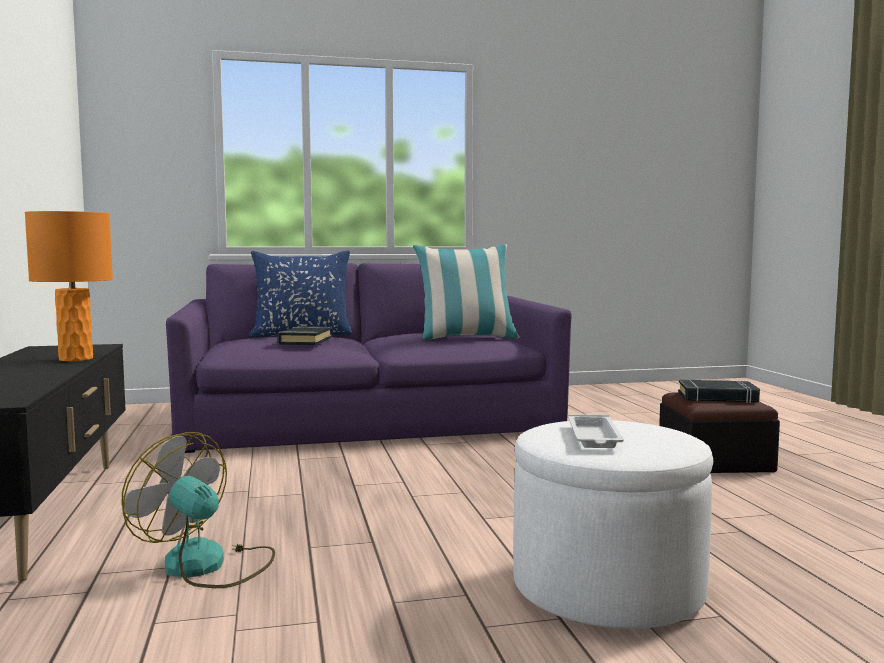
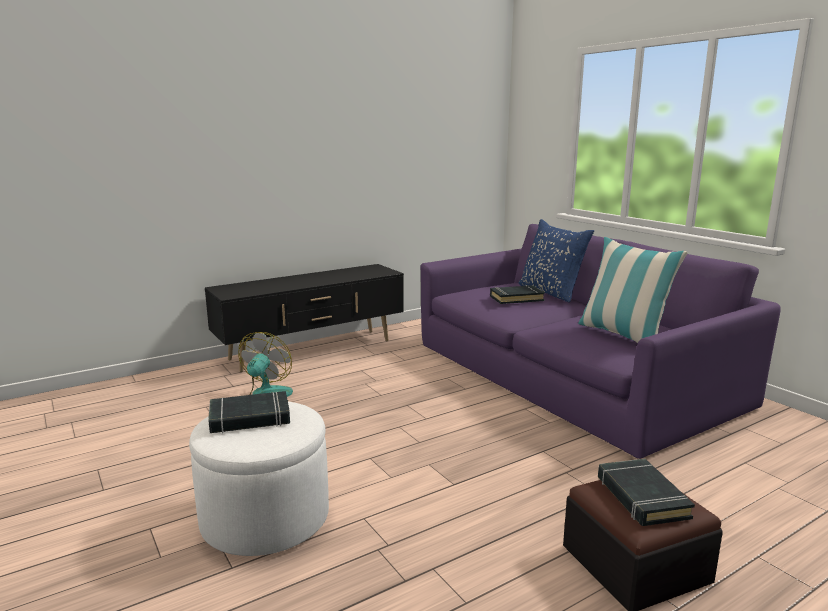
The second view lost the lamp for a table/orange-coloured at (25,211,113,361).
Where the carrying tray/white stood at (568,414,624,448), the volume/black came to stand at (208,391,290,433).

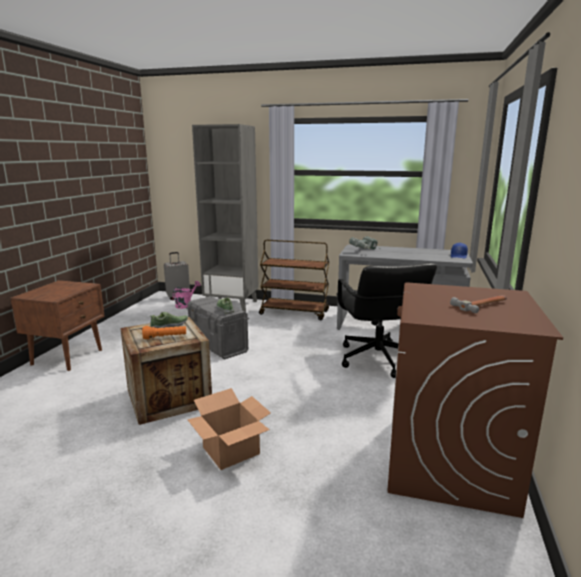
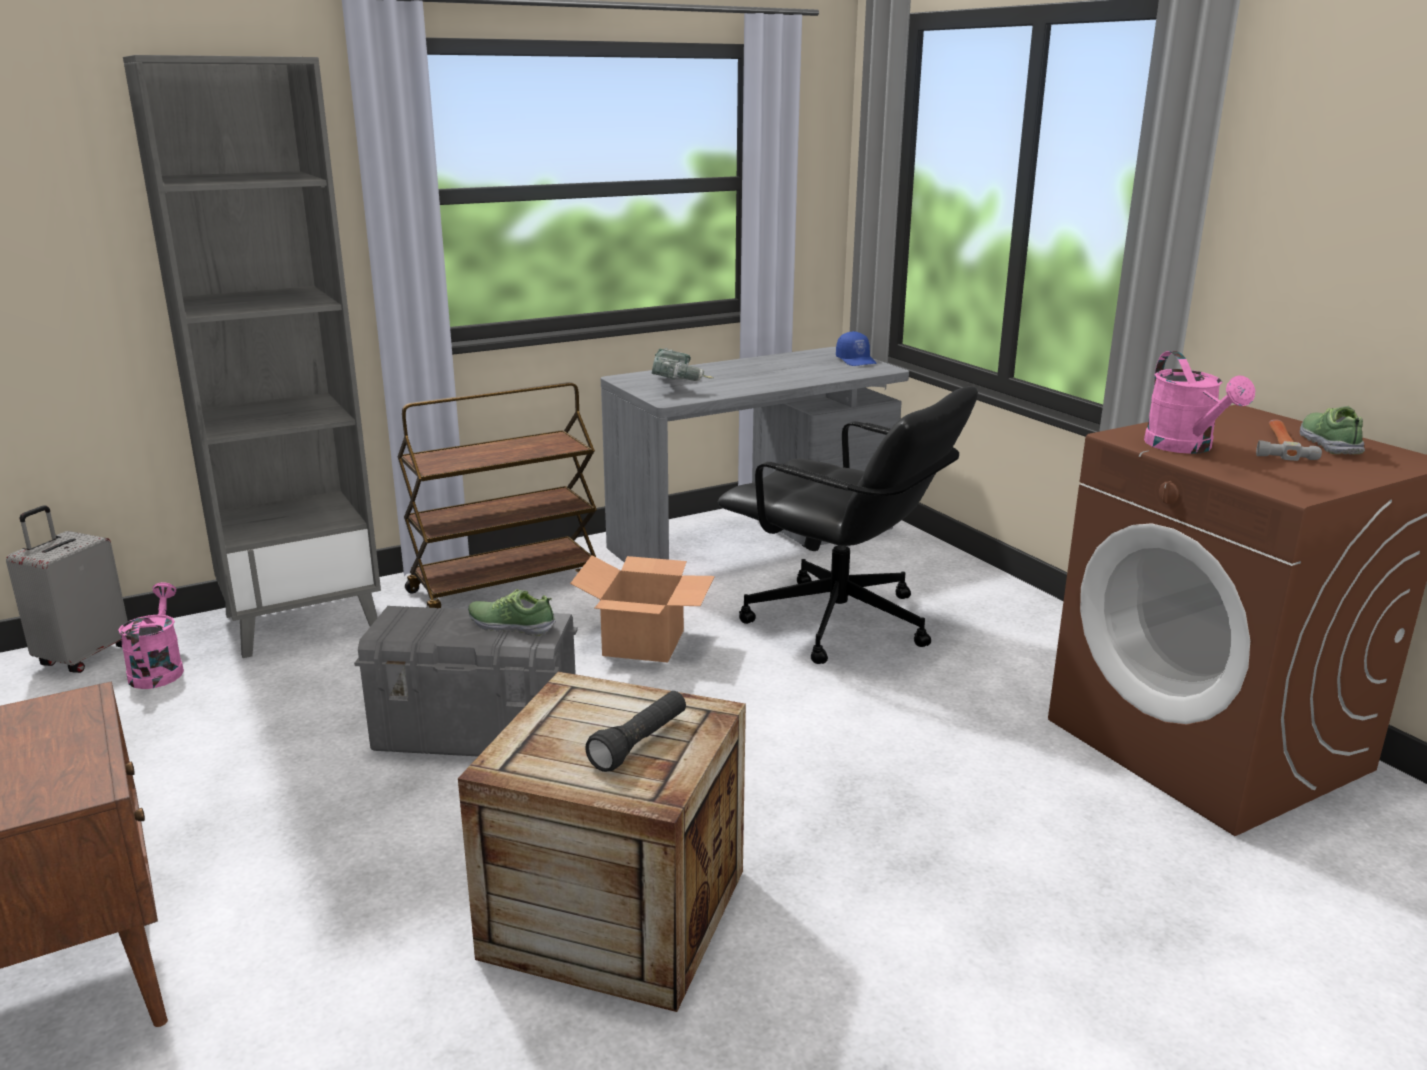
What was the hand torch/orange-coloured at (142,326,186,339) turned into the hand torch/black at (585,691,686,772).
The item of footwear ended up elsewhere, having gone from (150,312,188,328) to (1300,406,1365,454).
The packing box ended up elsewhere, having gone from (187,388,271,470) to (570,555,715,663).
The second view gained the sprinkling can/pinkish at (1144,351,1255,454).

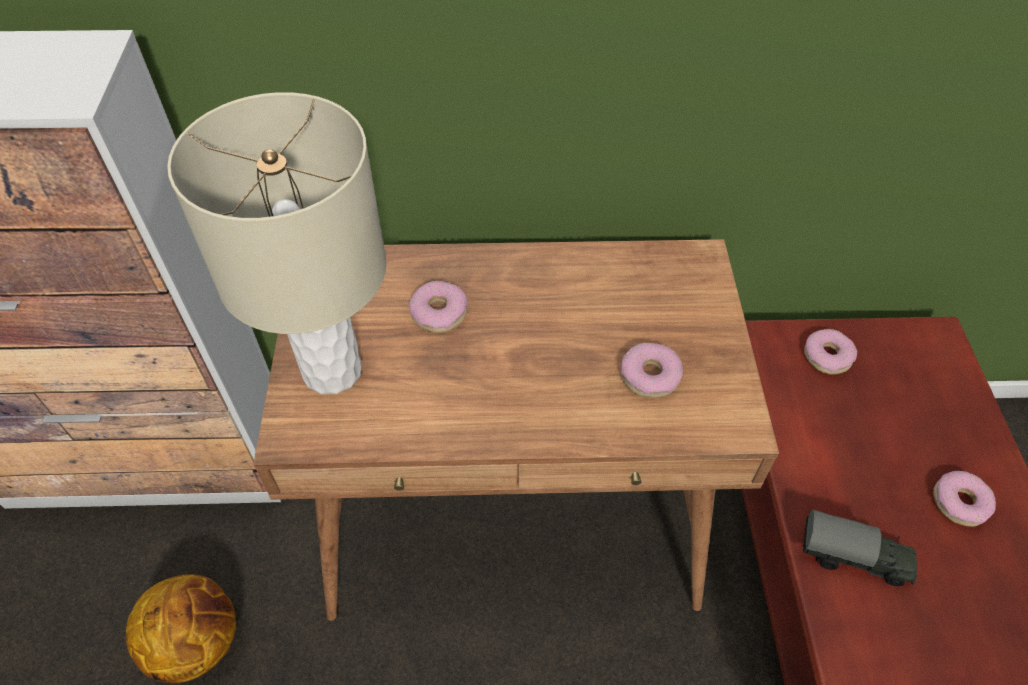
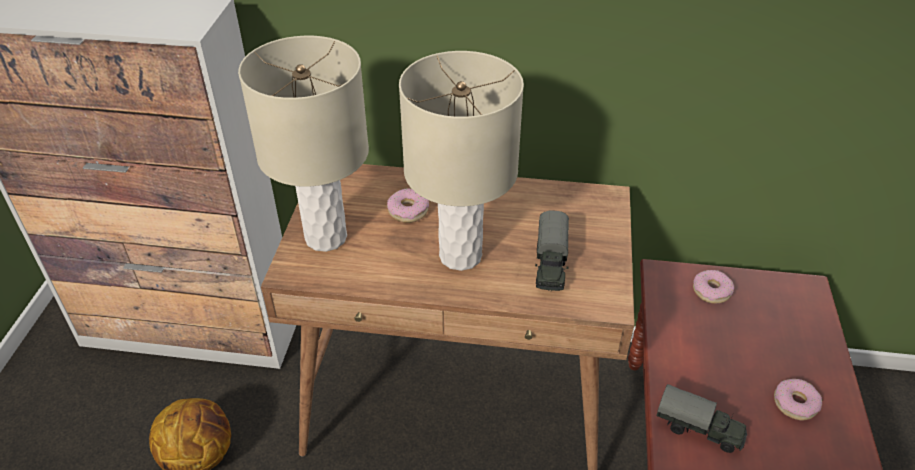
Where the ring doughnut stood at (621,342,683,398), the toy truck came to stand at (535,210,569,291).
The second view gained the lamp for a table/sand-coloured at (399,51,524,271).

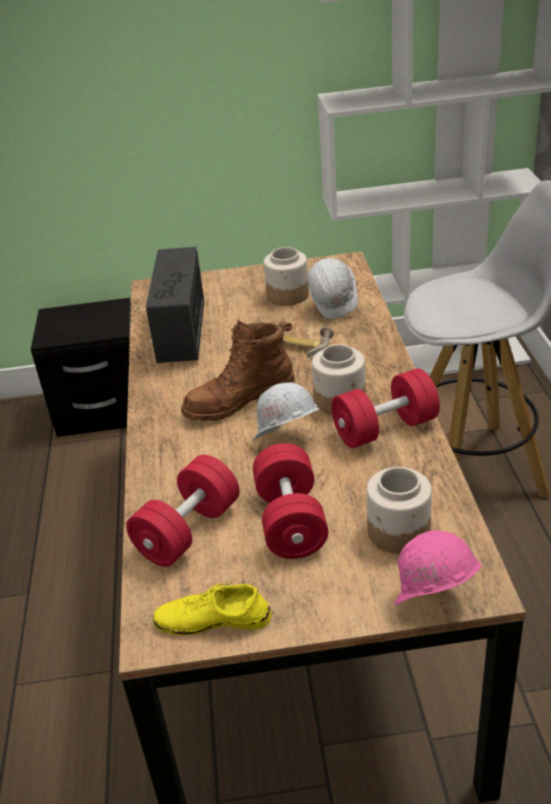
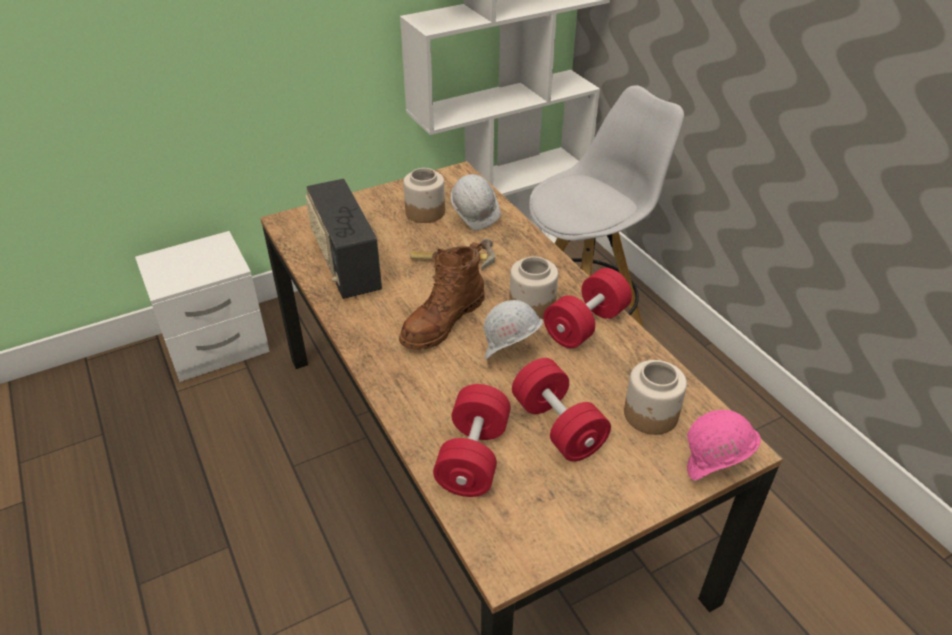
What was the bedside table/black at (31,298,131,437) turned into the bedside table/white at (135,231,270,382).
The second view lost the item of footwear/yellow at (153,581,272,636).

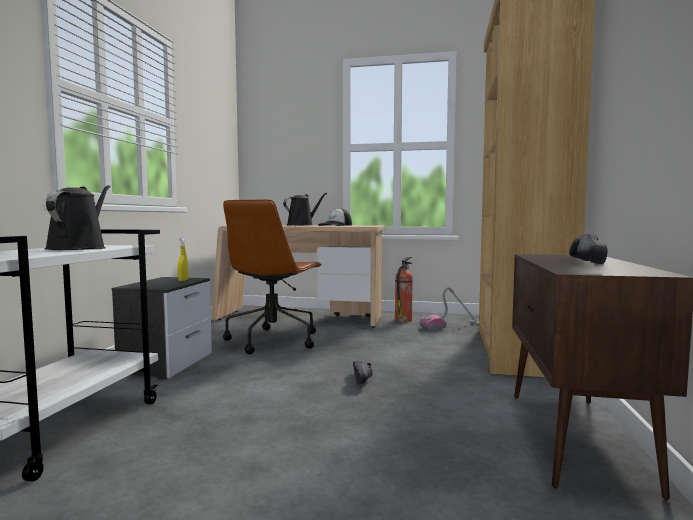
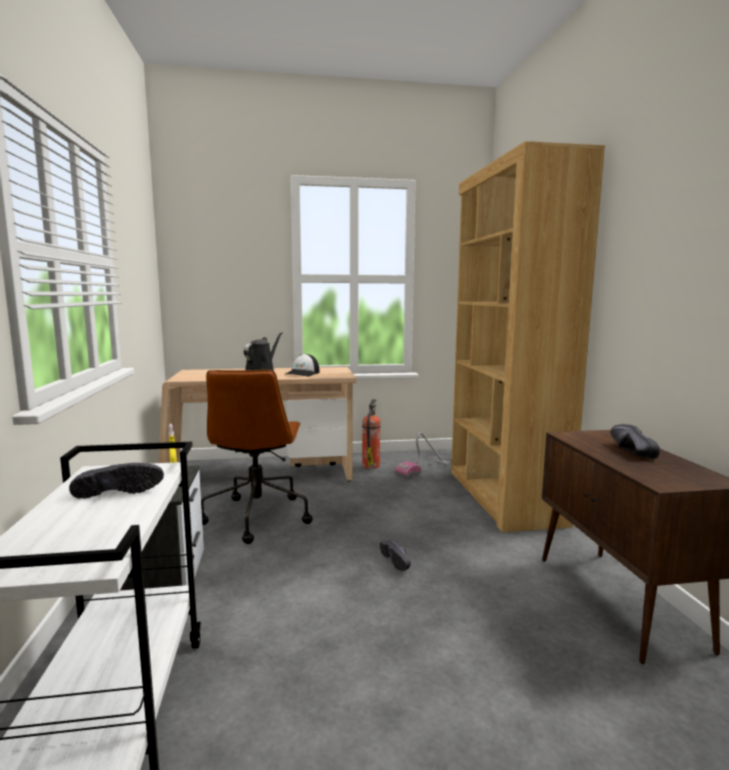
Where the sprinkling can/black stood at (44,185,110,250), the item of footwear/black came to stand at (69,463,164,499).

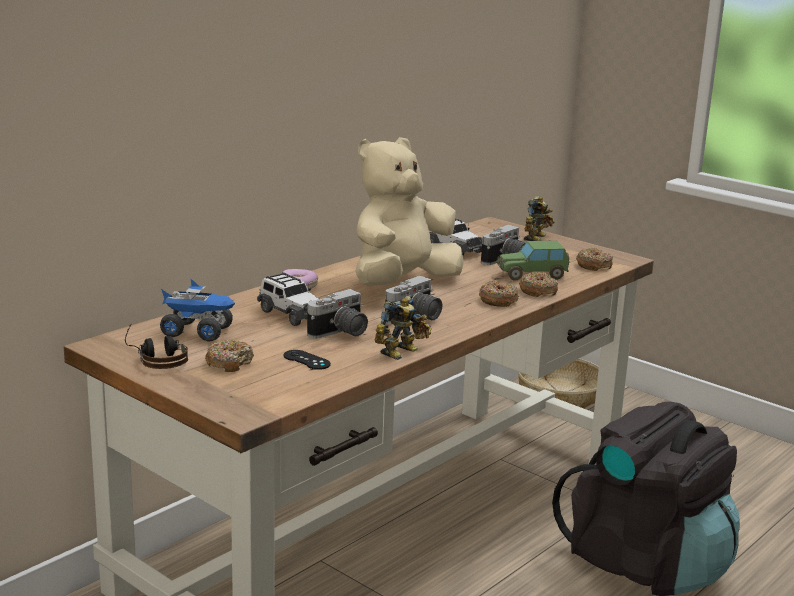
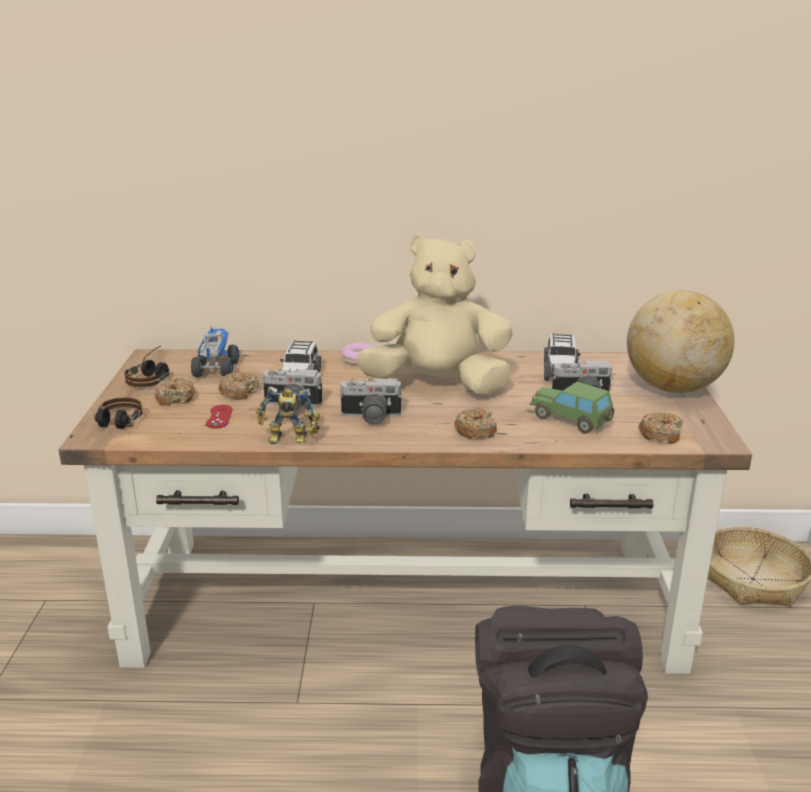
The toy truck at (160,279,235,342) ended up facing another way, 150 degrees counterclockwise from before.
What was the game controller/black at (284,350,331,370) turned into the game controller/red at (206,405,232,429).
The ring doughnut ended up elsewhere, having gone from (519,272,558,297) to (219,372,260,400).
Where the toy robot stood at (524,196,555,241), the desk globe came to stand at (627,290,734,393).
The second view gained the pair of headphones at (94,398,143,429).

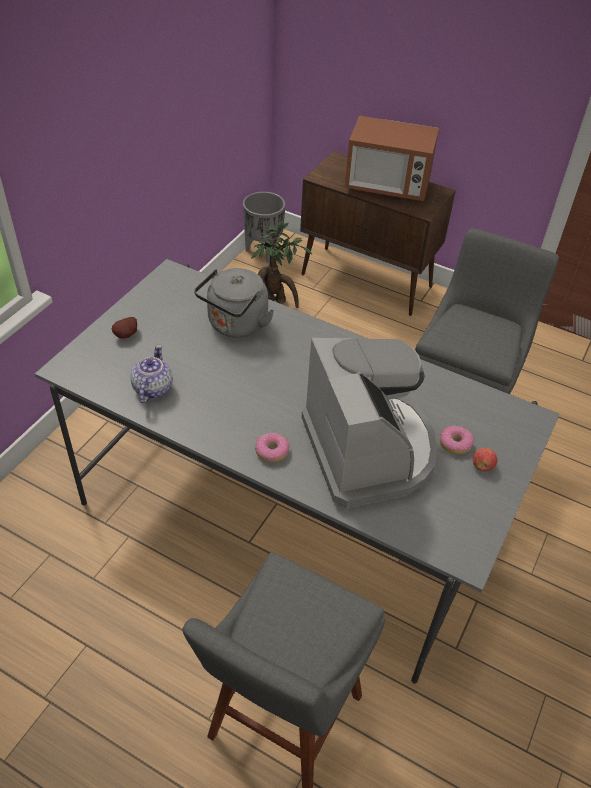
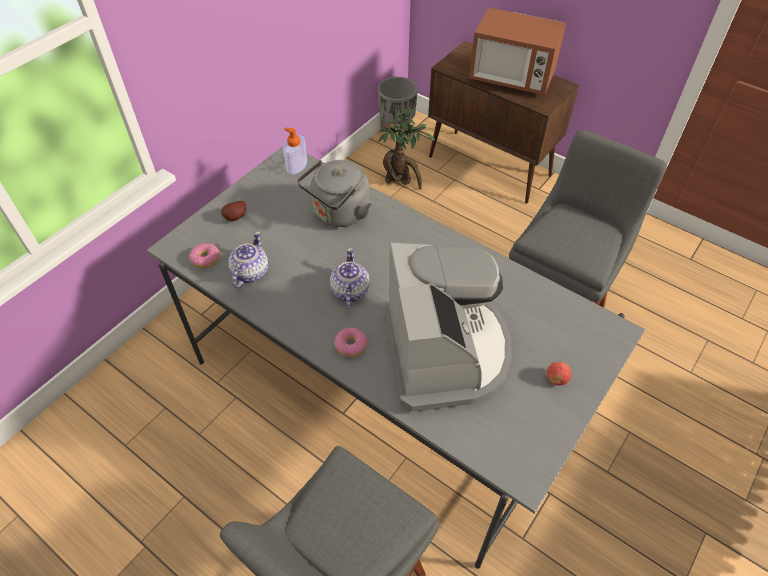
The ring doughnut ended up elsewhere, having gone from (440,426,474,454) to (189,243,220,268).
The second view gained the soap bottle at (283,127,307,175).
The second view gained the teapot at (330,248,370,309).

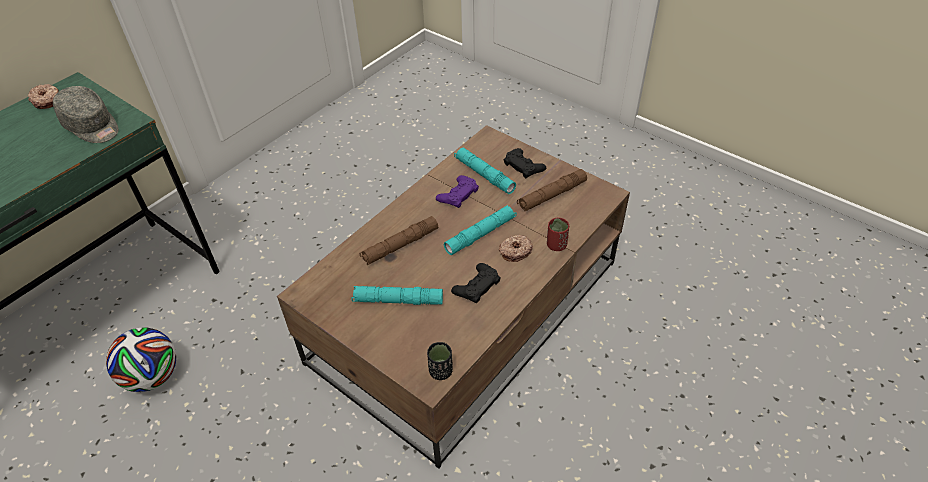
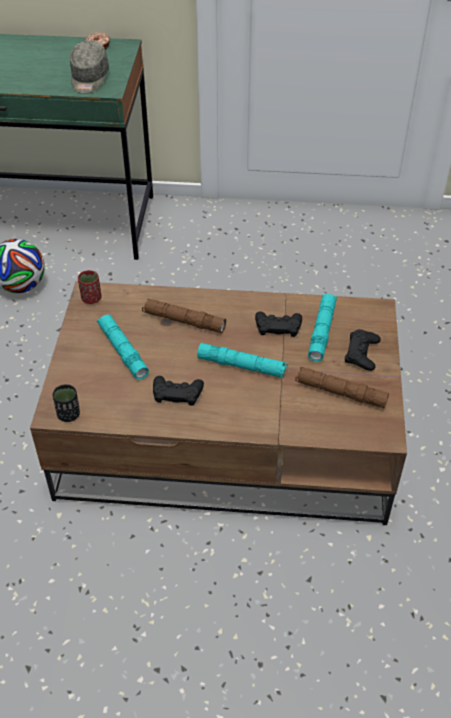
What was the game controller/purple at (436,175,479,208) turned into the game controller/black at (255,311,302,337).
The second view lost the ring doughnut at (499,234,533,262).
The small cup/red ended up elsewhere, having gone from (547,218,569,251) to (78,270,102,304).

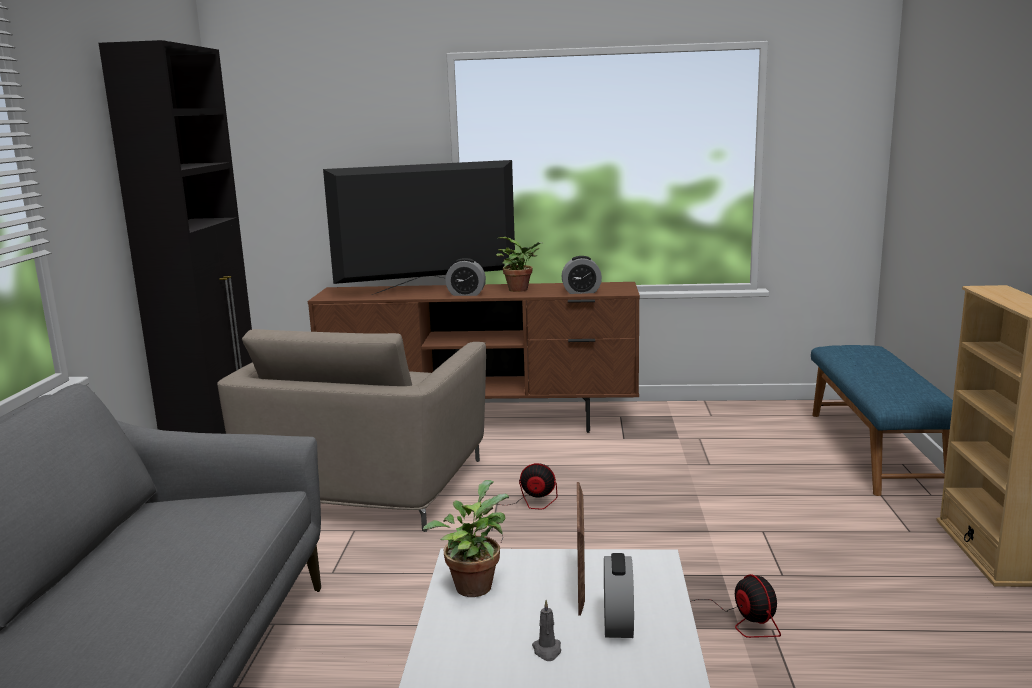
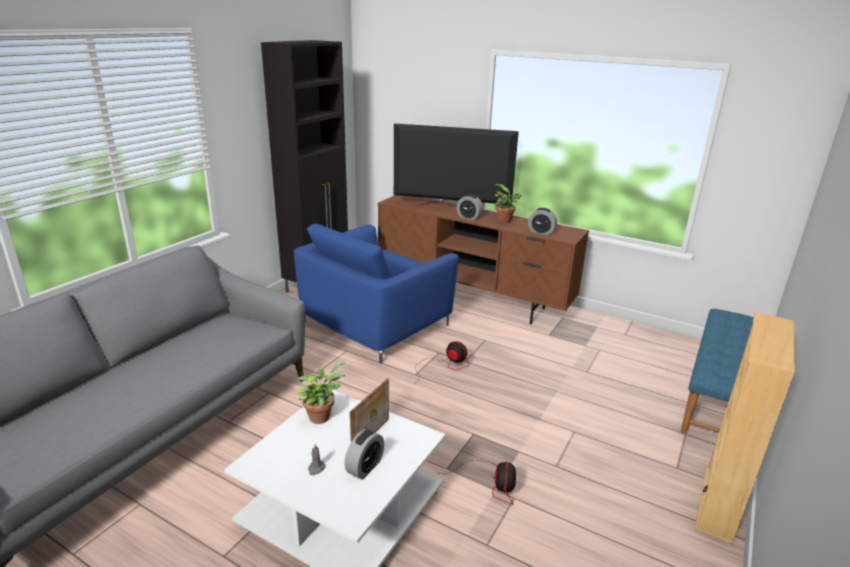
What was the easy chair/sand-coloured at (217,329,486,532) turned into the easy chair/bluish at (294,224,459,364).

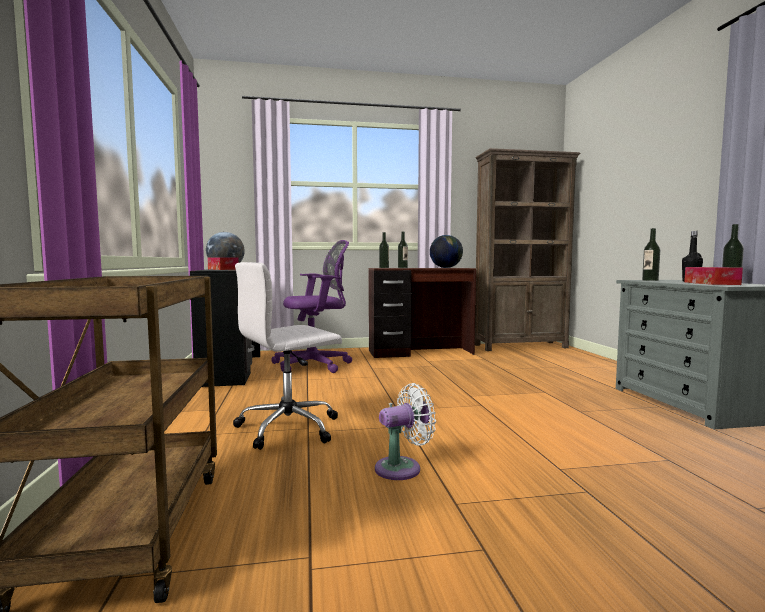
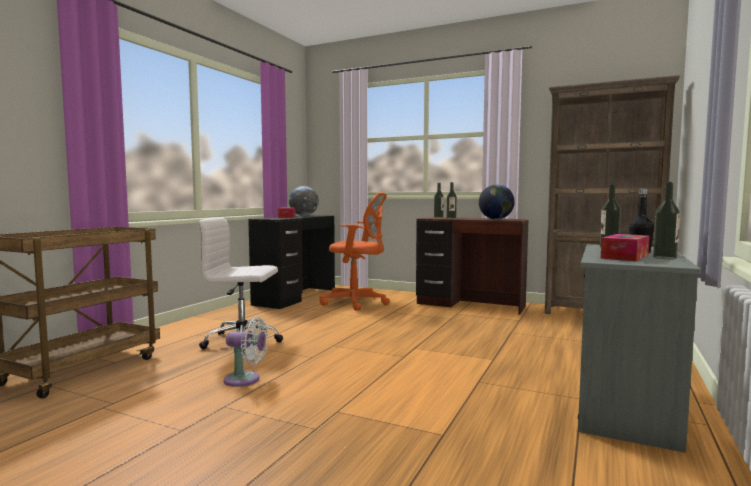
What was the computer chair/purple at (271,240,352,373) turned into the computer chair/orange-coloured at (319,193,390,311).

